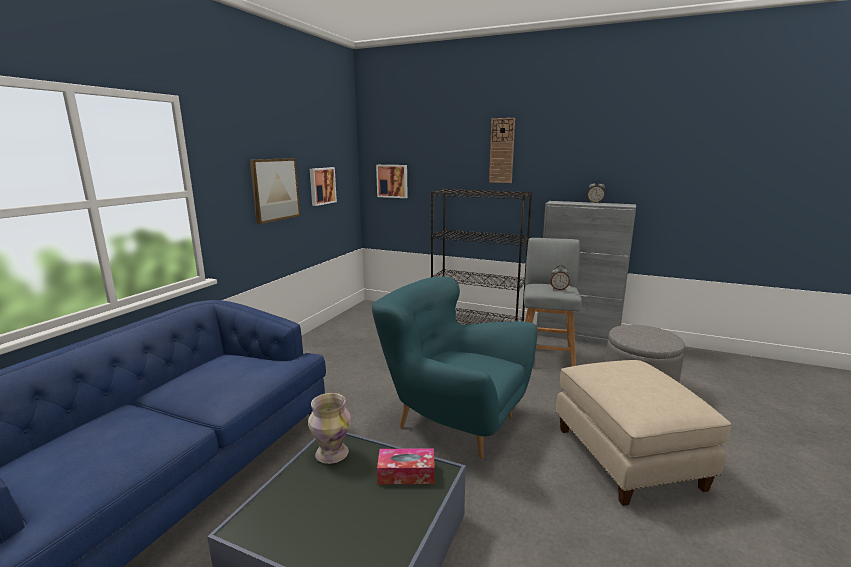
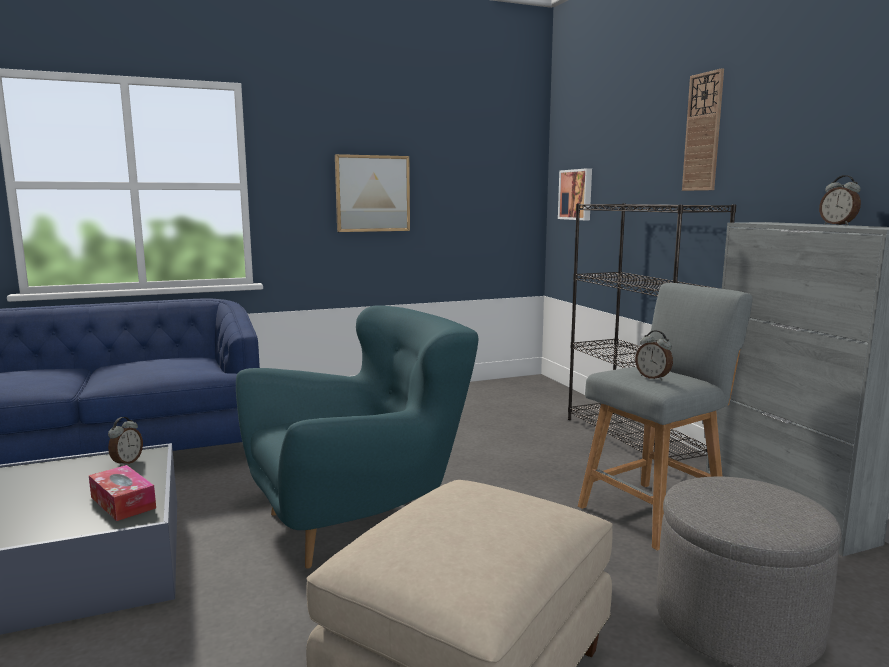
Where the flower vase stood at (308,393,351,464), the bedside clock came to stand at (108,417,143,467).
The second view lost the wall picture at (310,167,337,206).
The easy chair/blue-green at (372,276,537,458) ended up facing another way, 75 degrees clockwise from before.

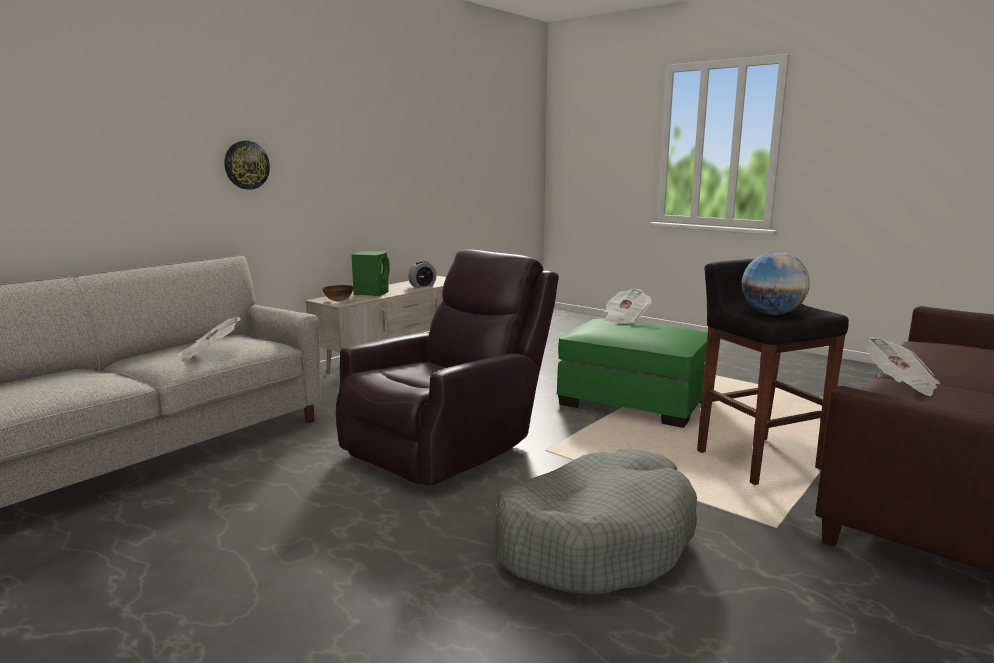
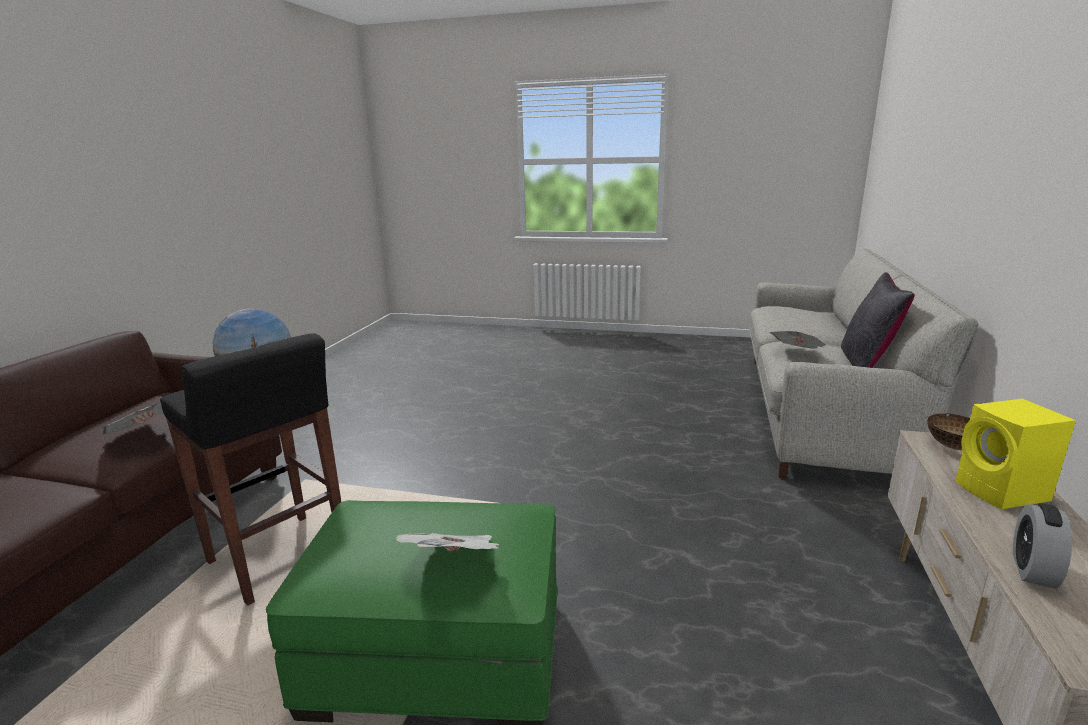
The second view lost the clock on the wall at (224,141,270,190).
The second view lost the easy chair/brownish at (336,249,559,485).
What was the speaker/green at (351,251,390,296) turned into the speaker/yellow at (956,399,1076,509).
The second view lost the dog cushion/gray at (494,449,697,595).
The second view gained the cushion/black at (841,272,915,368).

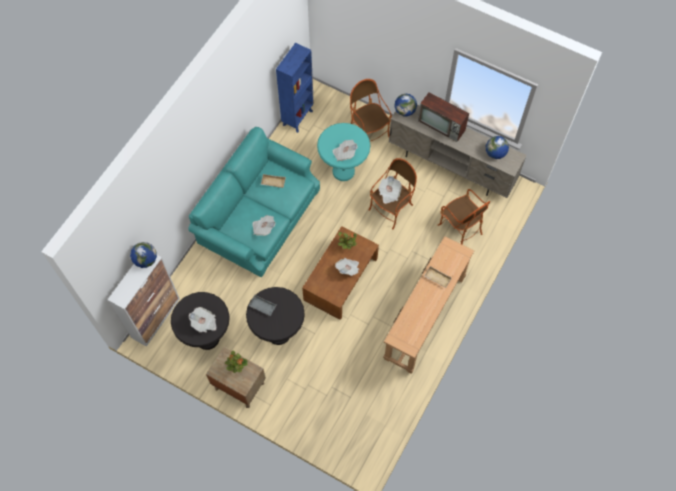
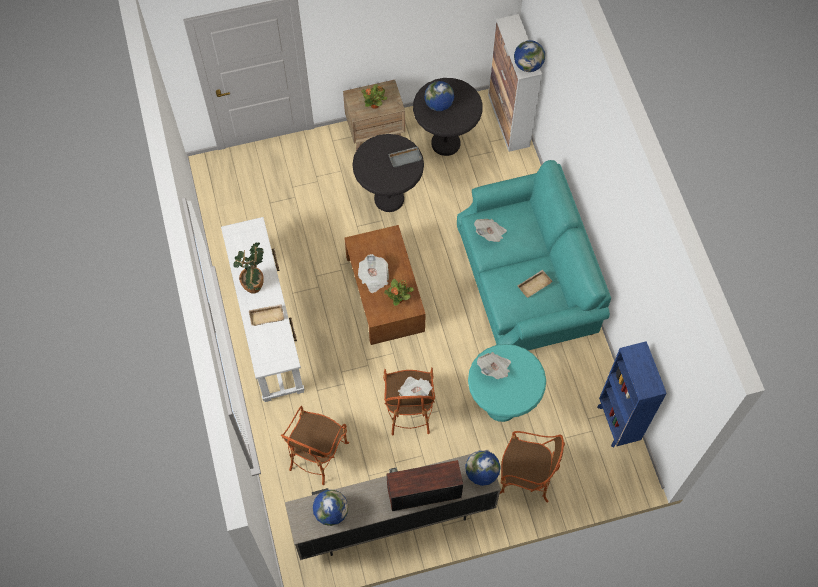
Where the daily paper stood at (189,307,216,333), the desk globe came to stand at (424,81,454,111).
What was the narrow table/brownish at (383,236,474,374) turned into the narrow table/white at (221,217,305,402).
The easy chair at (437,189,490,245) ended up facing another way, 75 degrees counterclockwise from before.
The second view gained the potted plant at (233,242,264,294).

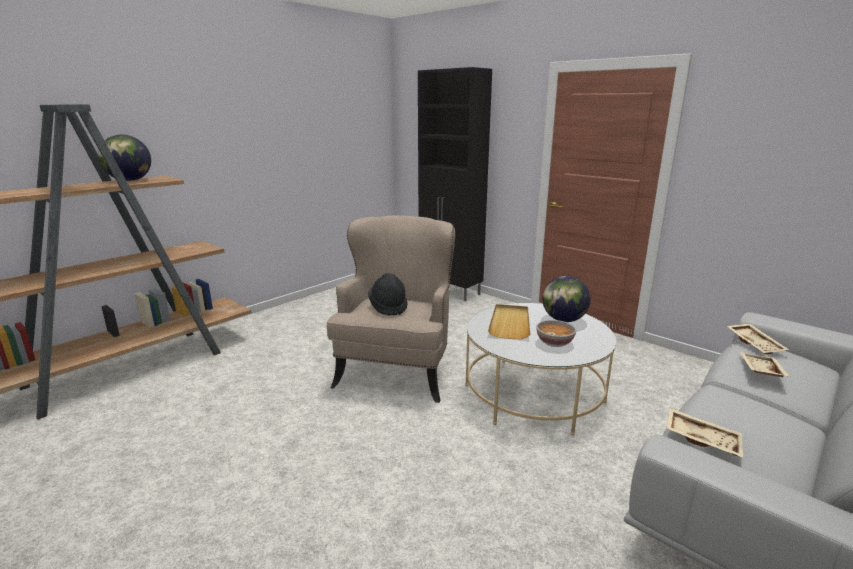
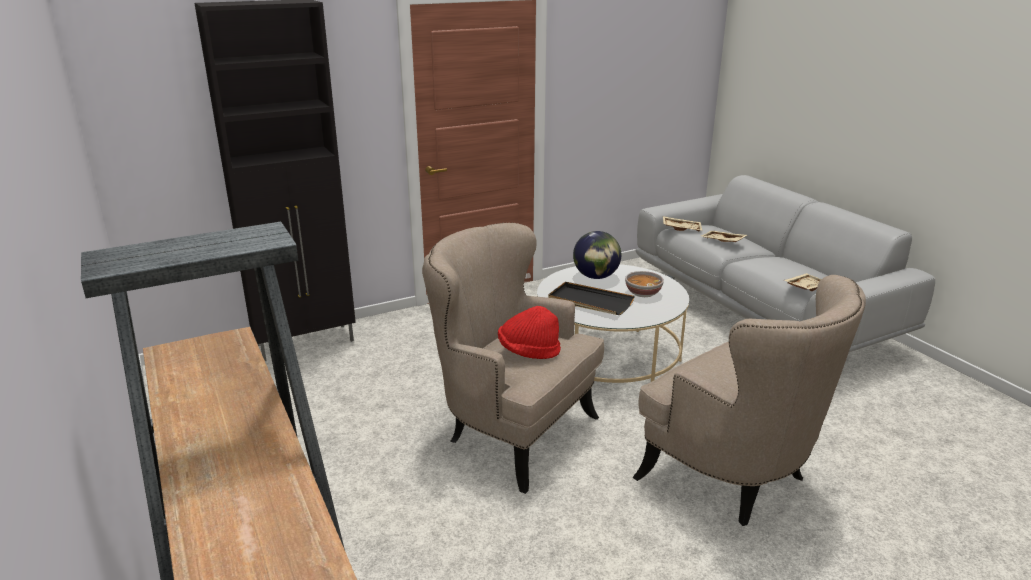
The second view lost the desk globe at (98,135,151,181).
What was the clothing hat/black at (368,273,408,315) turned into the clothing hat/red at (498,306,561,359).
What was the carrying tray/sand-coloured at (488,304,530,339) turned into the carrying tray/black at (548,282,635,315).
The second view gained the easy chair/sand-coloured at (632,275,866,526).

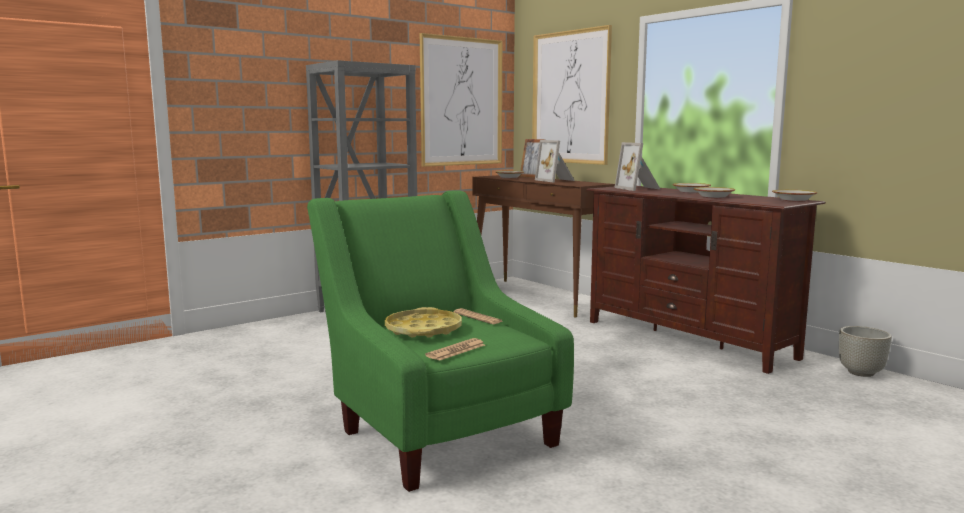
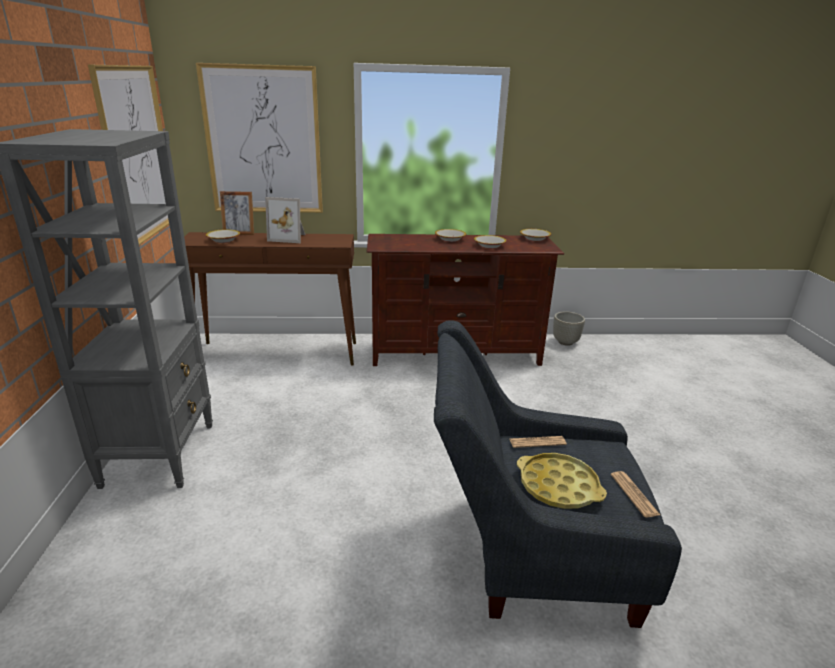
What was the easy chair/green at (307,190,574,492) turned into the easy chair/gray at (434,320,682,628).
The second view lost the photo frame at (615,142,661,191).

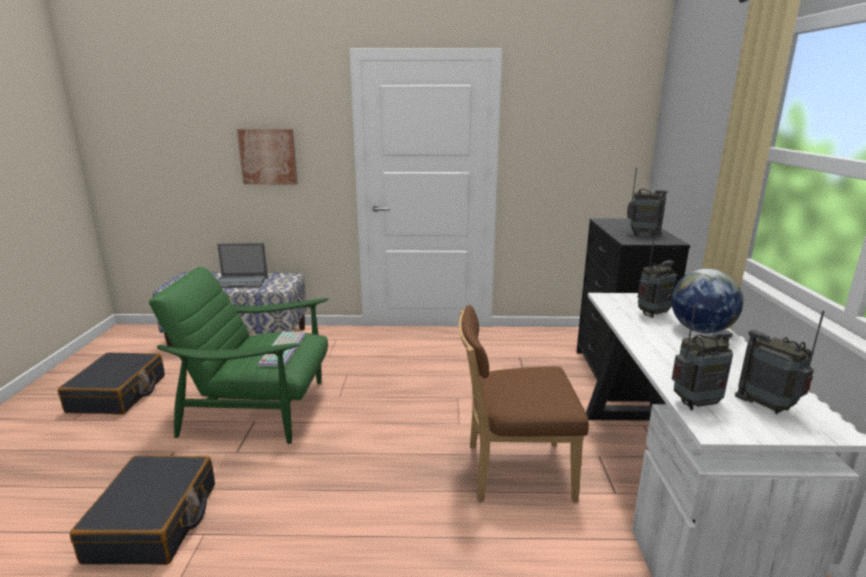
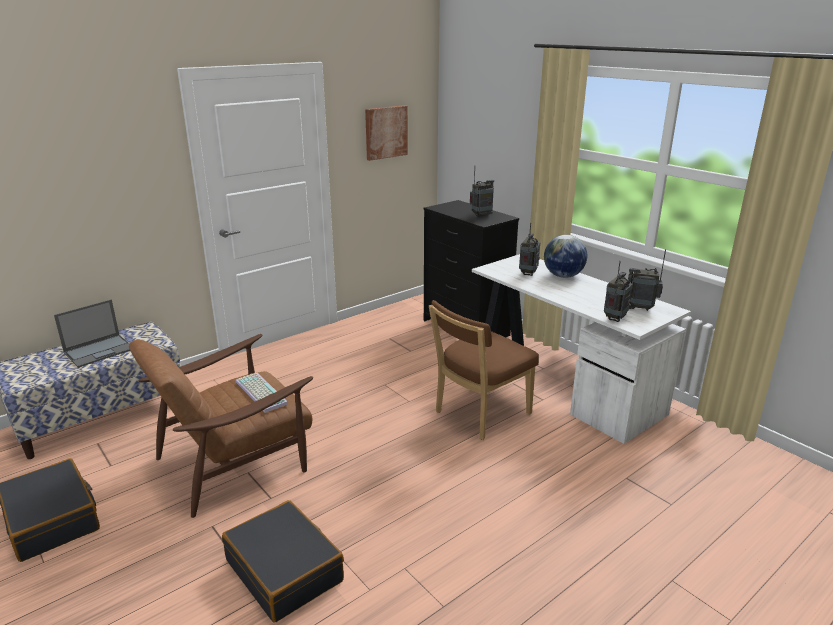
What was the easy chair/green at (149,267,328,444) turned into the easy chair/brownish at (129,334,313,518).
The wall picture ended up elsewhere, having gone from (237,129,298,184) to (365,105,408,161).

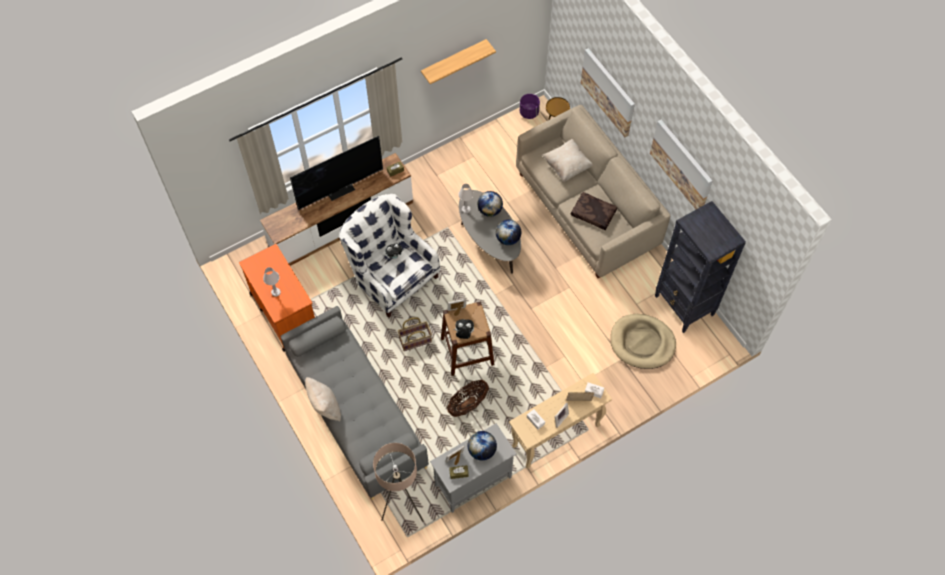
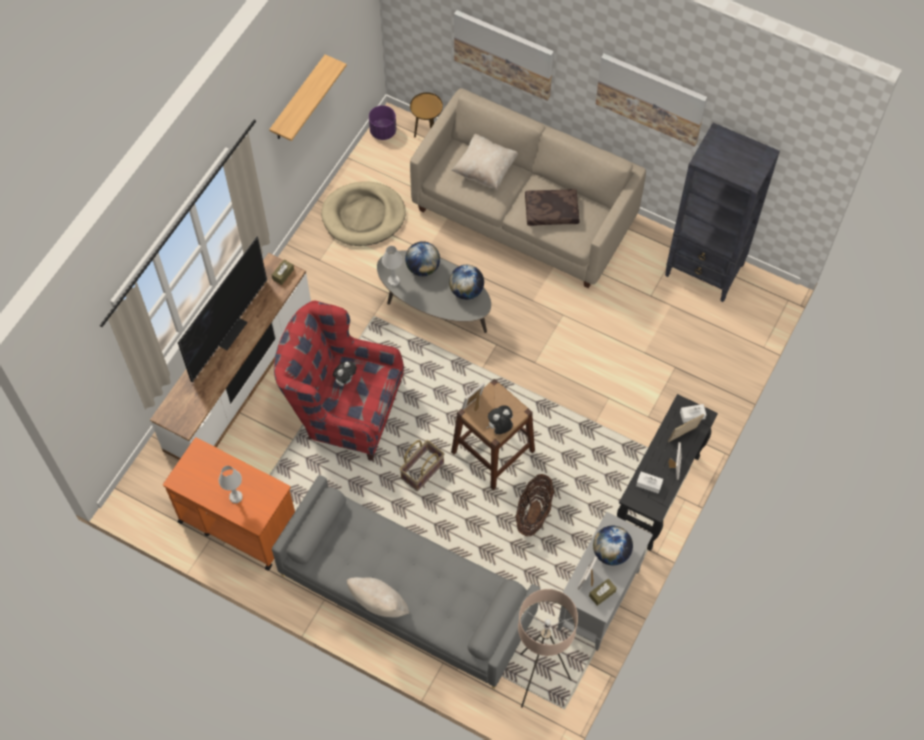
What was the easy chair/white at (339,194,440,317) turned into the easy chair/red at (274,301,404,461).
What was the narrow table/sand-coloured at (509,373,612,469) turned into the narrow table/black at (617,394,718,551).
The dog cushion/sand-coloured ended up elsewhere, having gone from (611,314,676,369) to (321,181,406,246).

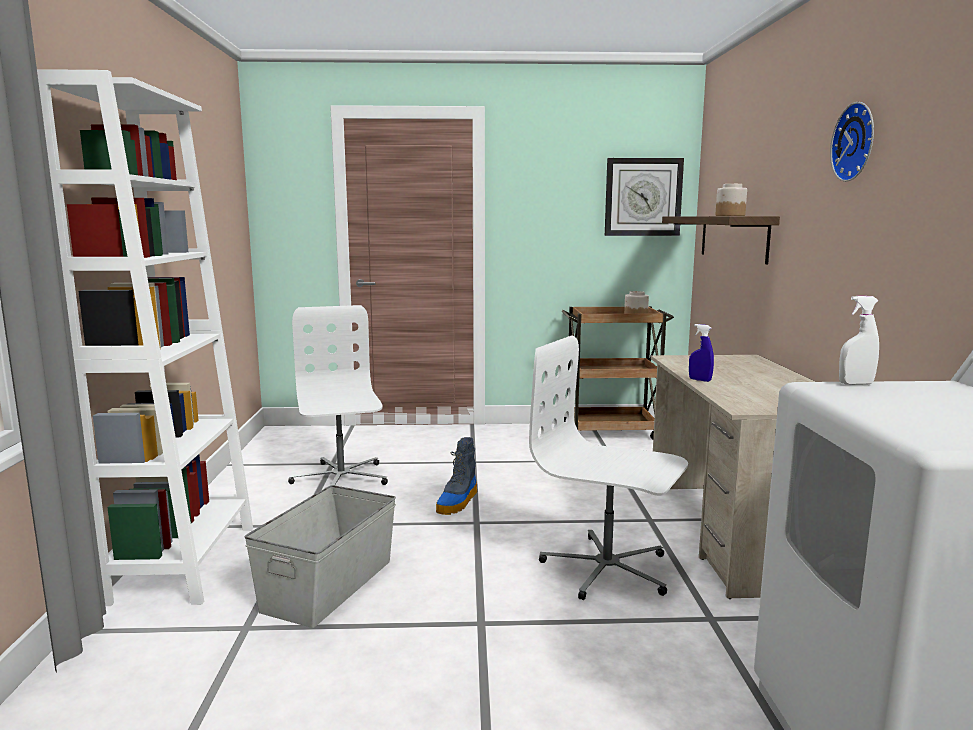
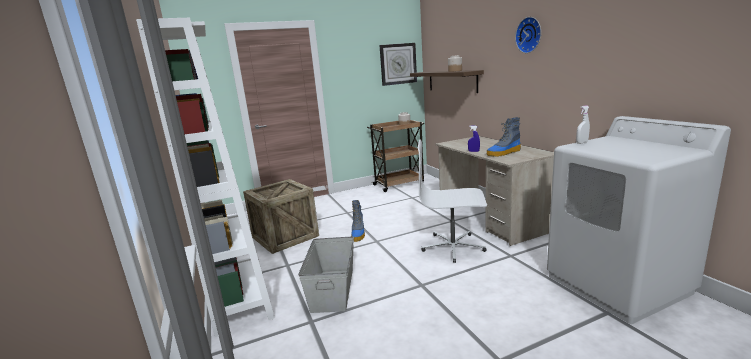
Where the computer chair/white stood at (288,305,388,486), the shipping crate came to stand at (243,179,319,254).
The second view gained the tall boot at (487,117,521,157).

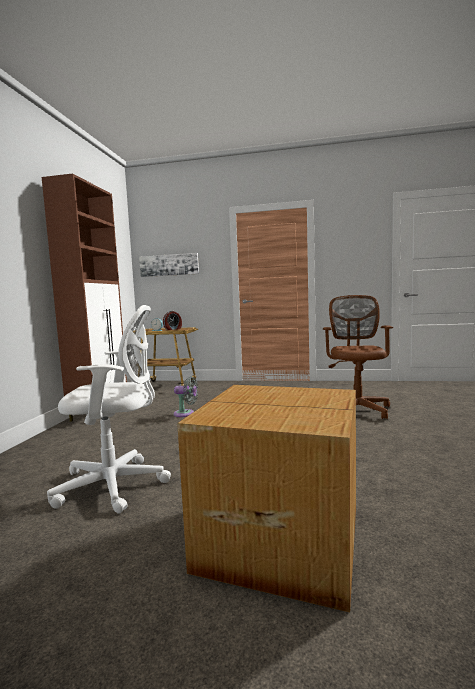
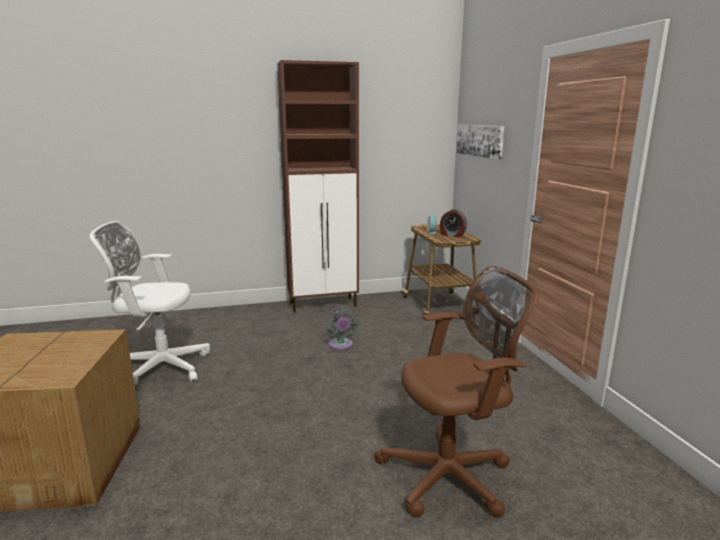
The computer chair/white at (47,305,171,513) ended up facing another way, 120 degrees clockwise from before.

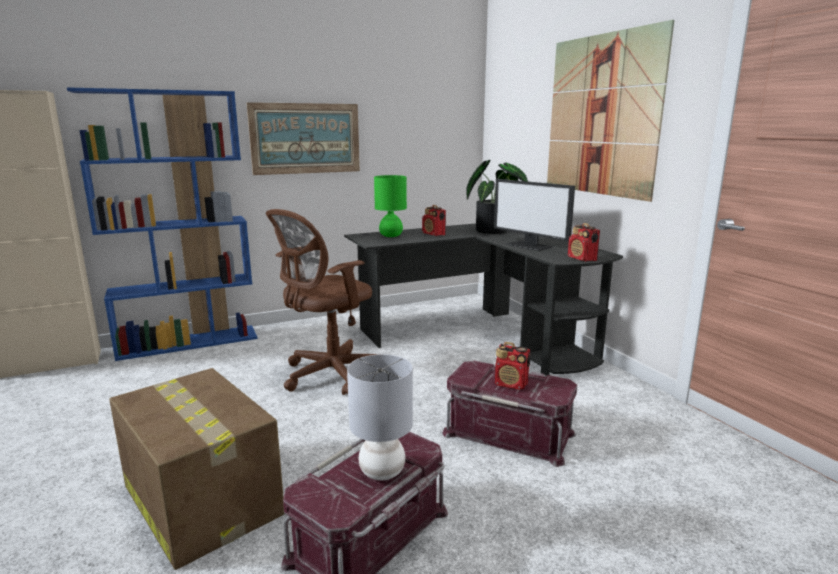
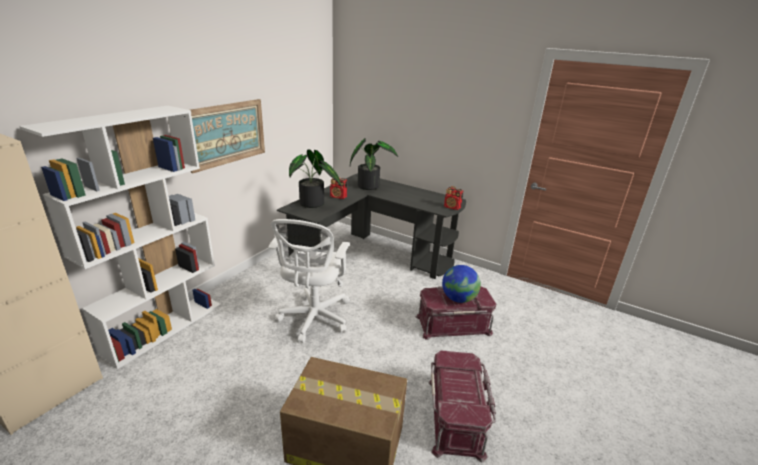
What was the bookshelf/bluish at (67,87,258,361) turned into the bookshelf/white at (19,106,221,369).
What was the computer chair/brownish at (266,209,378,395) turned into the computer chair/white at (268,219,350,343).
The second view lost the lamp for a table/gray at (347,354,413,481).
Where the lamp for a table/green stood at (374,175,407,237), the potted plant came to stand at (289,149,342,208).
The second view lost the computer screen at (494,179,575,251).
Where the radio receiver stood at (495,342,531,390), the desk globe came to stand at (442,265,481,303).
The second view lost the wall picture at (547,20,674,202).

